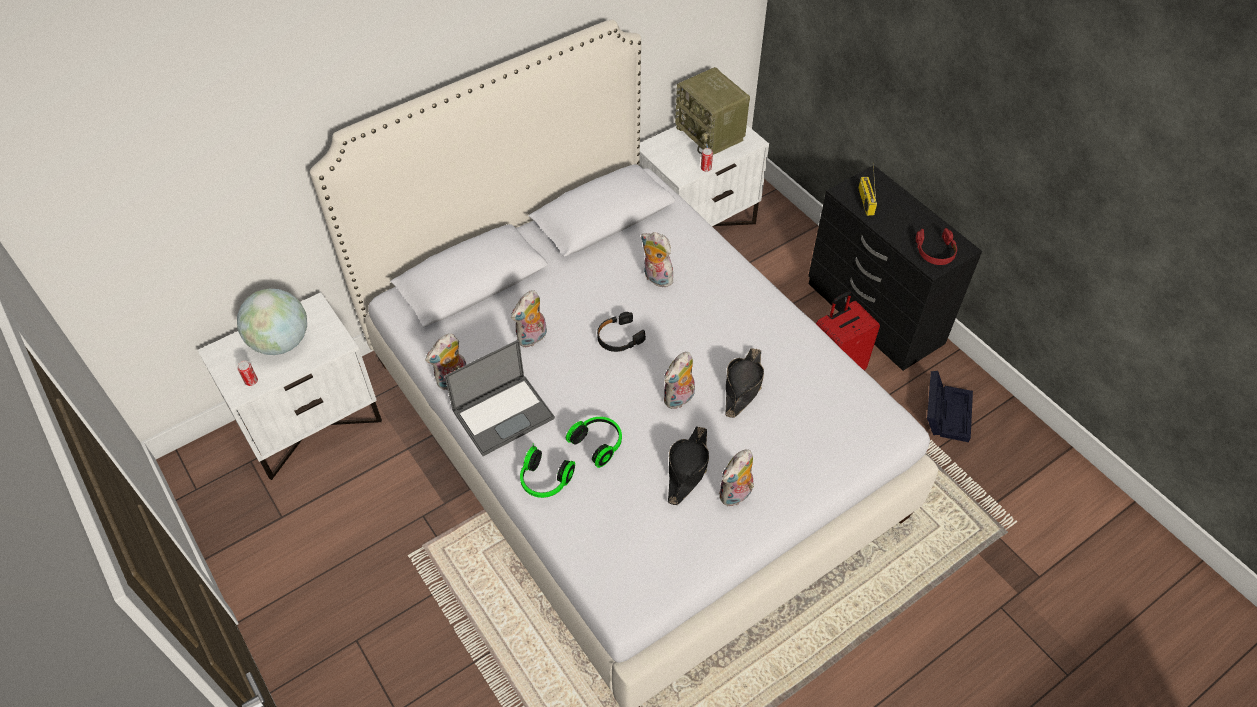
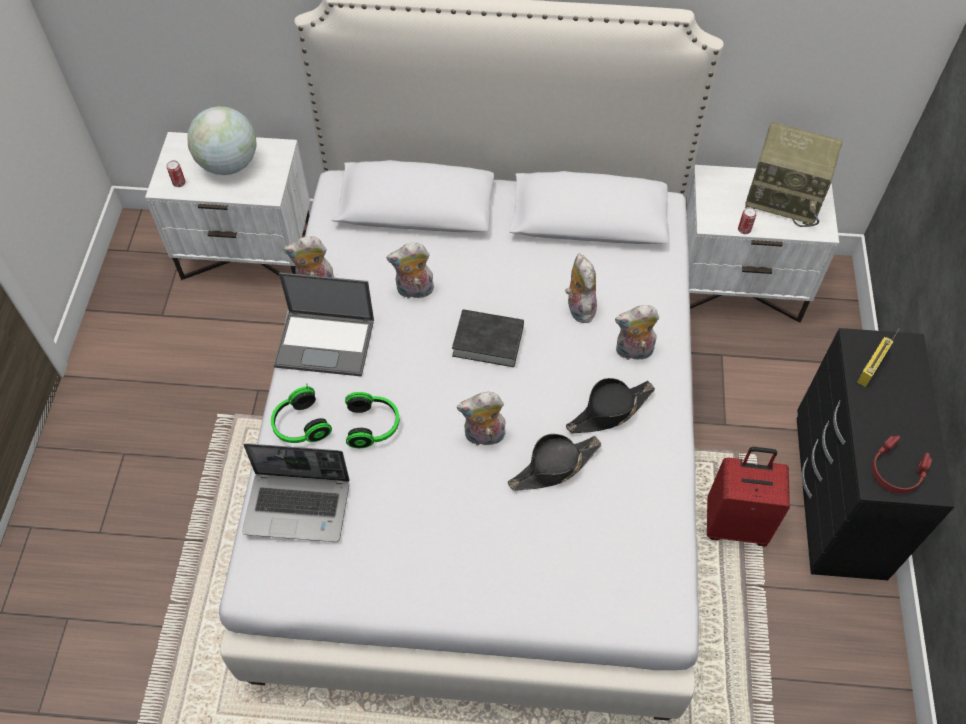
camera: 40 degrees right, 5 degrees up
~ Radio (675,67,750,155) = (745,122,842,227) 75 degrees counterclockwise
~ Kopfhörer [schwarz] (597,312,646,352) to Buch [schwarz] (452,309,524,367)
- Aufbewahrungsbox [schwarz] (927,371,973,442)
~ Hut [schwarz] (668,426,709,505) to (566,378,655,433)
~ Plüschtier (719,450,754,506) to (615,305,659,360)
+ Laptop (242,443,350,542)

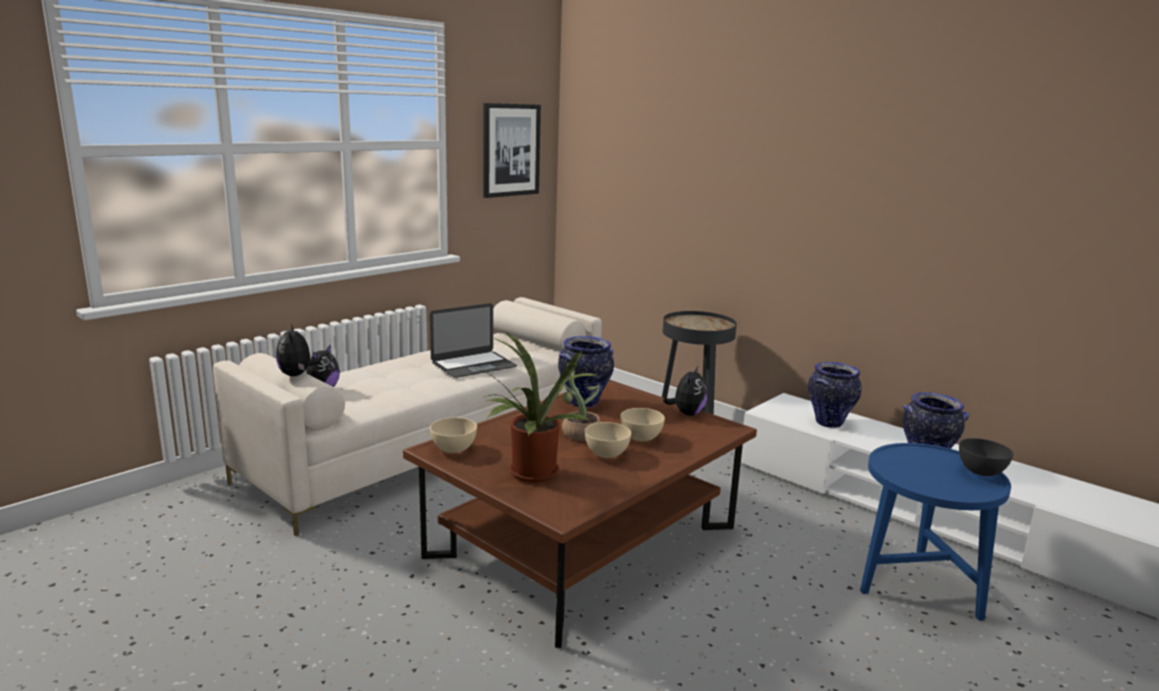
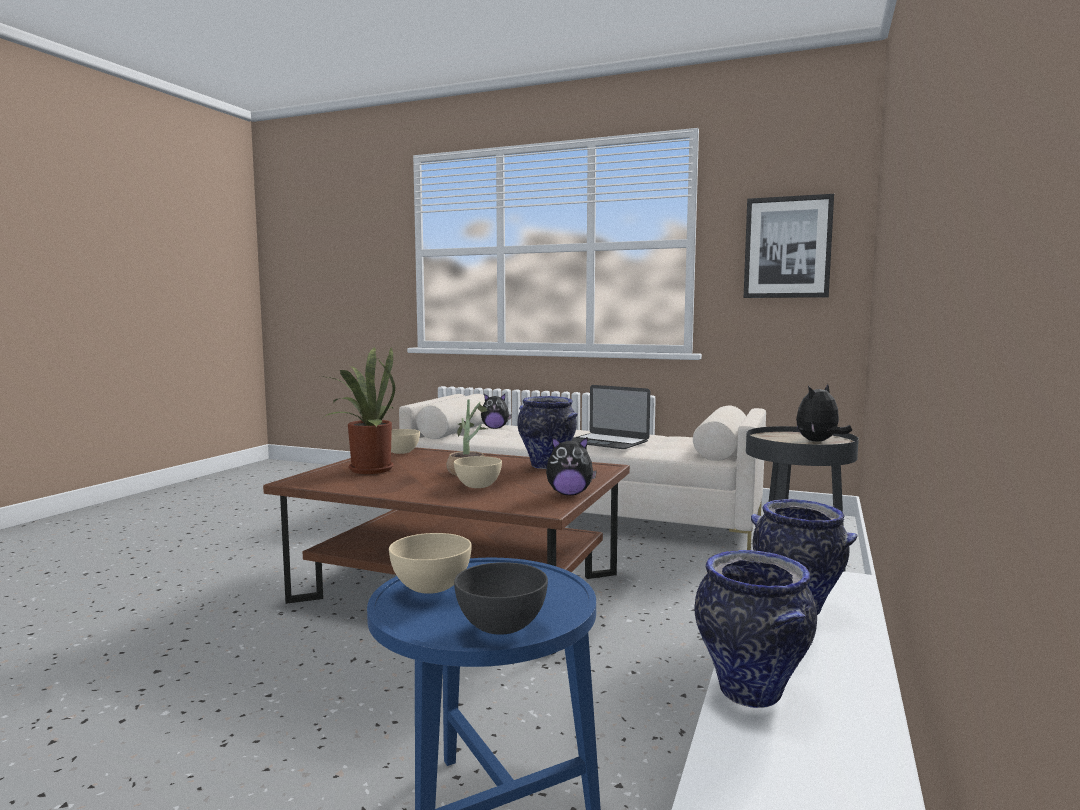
camera: 70 degrees right, 10 degrees down
~ Plüschtier (276,324,322,376) to (796,384,852,442)
~ Schüssel [beige] (585,422,631,458) to (389,533,472,594)

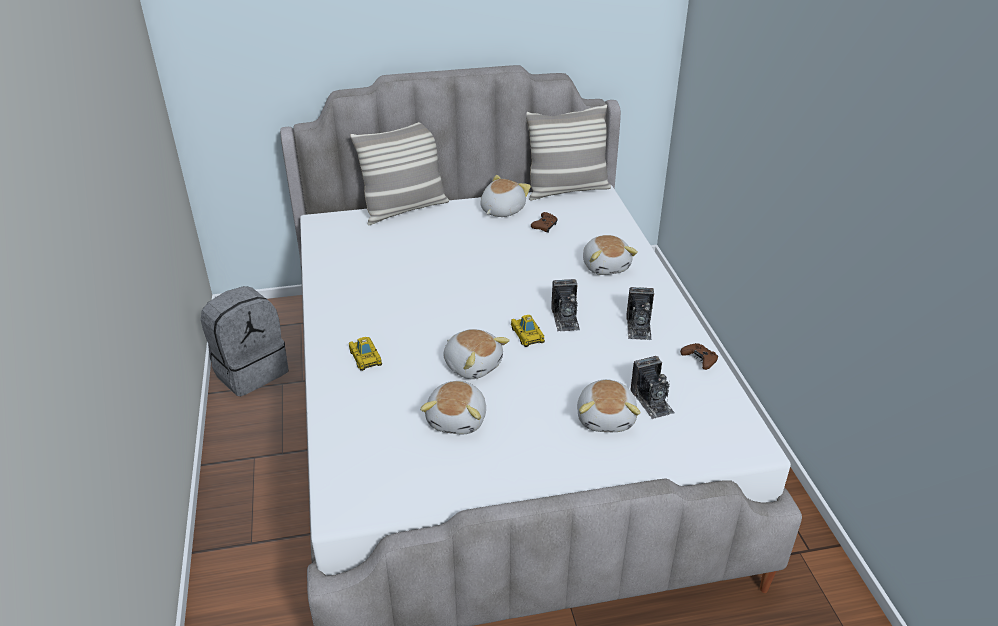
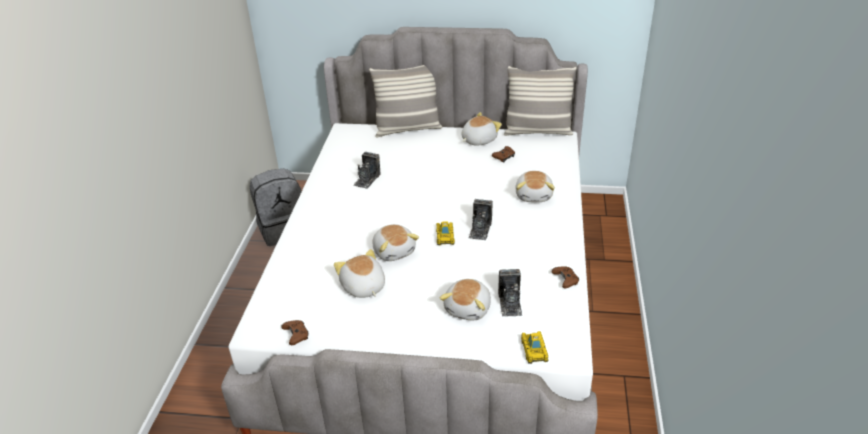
camera: 20 degrees right, 0 degrees up
~ Kamera (626,287,654,340) to (353,152,380,189)
~ Spielzeugauto (349,337,382,371) to (521,331,548,364)
~ Plüschtier (420,381,486,434) = (334,249,385,298) 120 degrees clockwise
+ Gamepad [braun] (282,320,309,345)

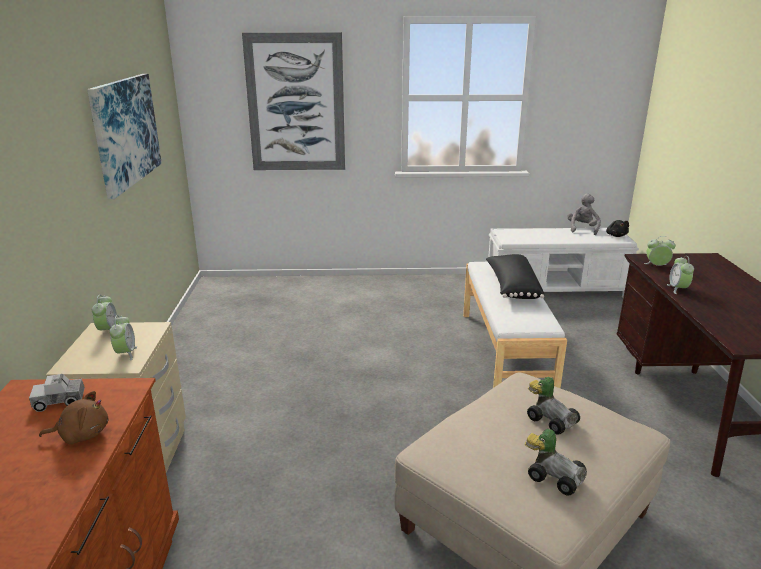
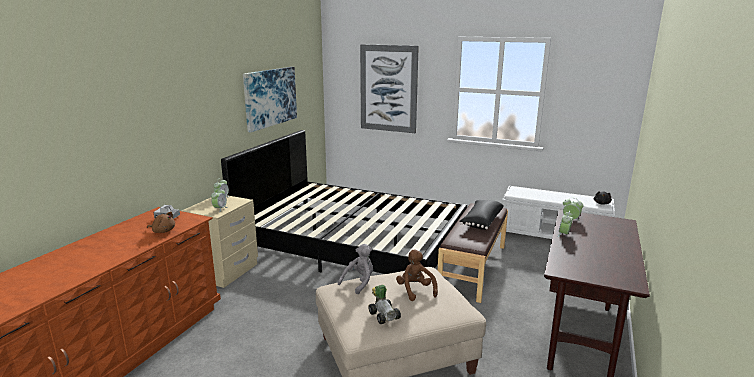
camera: 25 degrees right, 5 degrees down
~ Plüschtier [grau] (567,193,601,235) to (338,244,373,294)
~ Bank [weiß] (463,262,567,388) to Bank [braun] (438,203,508,303)
~ Spielzeugauto (527,377,580,435) to Plüschtier [braun] (396,250,438,301)
+ Bett [schwarz] (221,130,467,274)

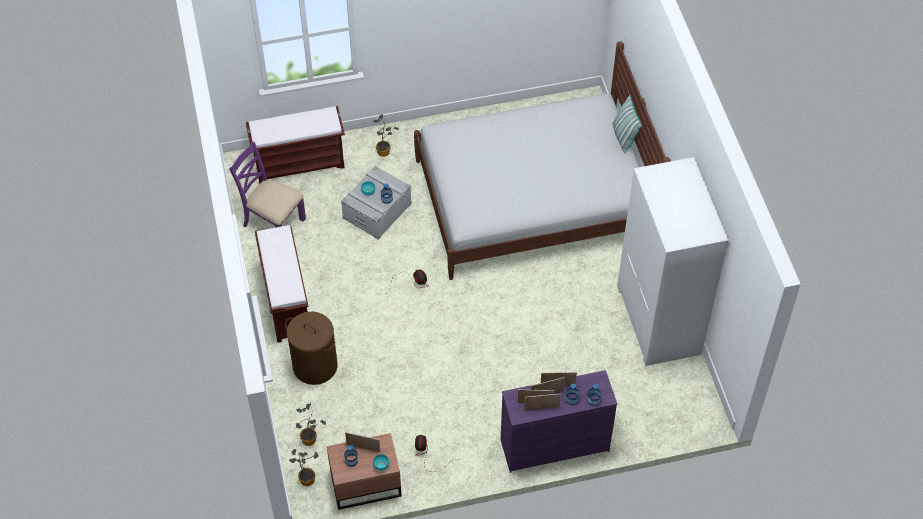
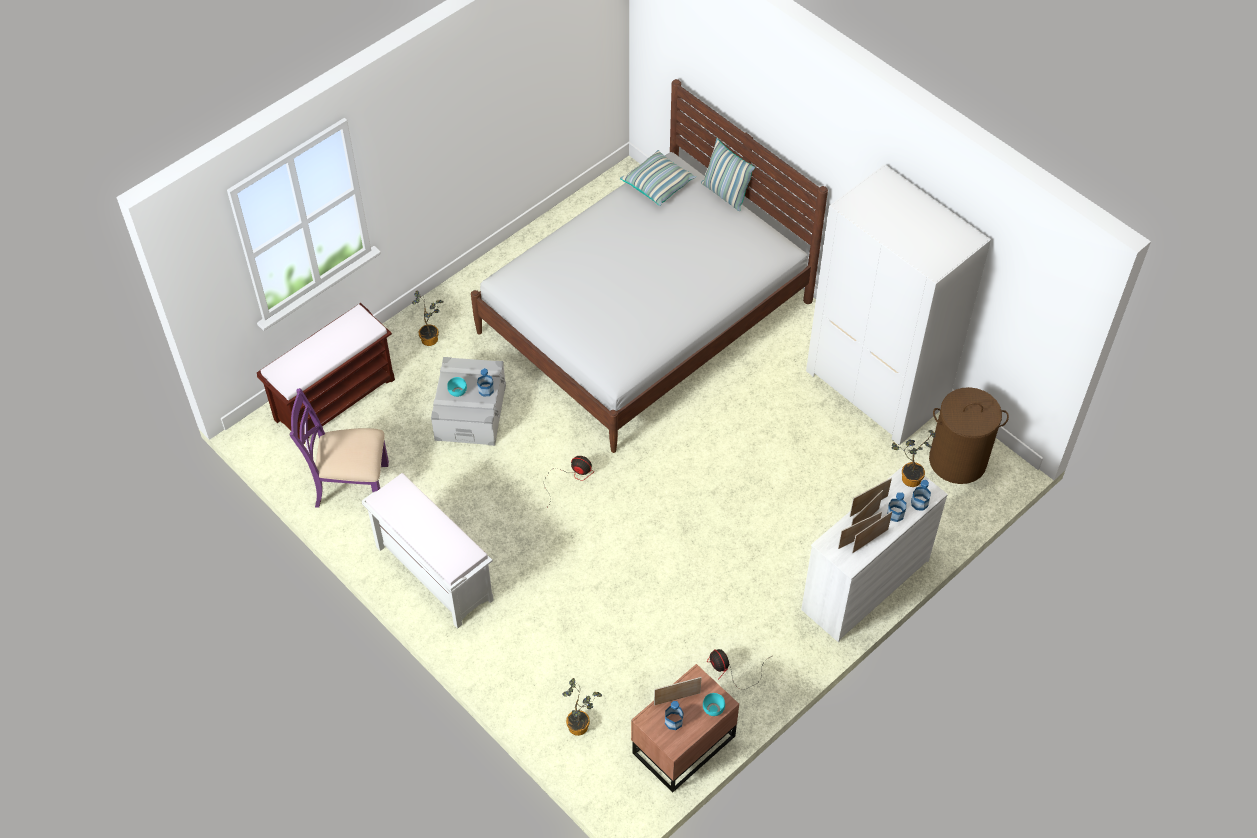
camera: 30 degrees left, 0 degrees up
~ Bank [braun] (255,225,309,343) to Bank [weiß] (362,473,494,629)
~ Wäschekorb [braun] (285,312,338,385) to (929,387,1009,484)
~ Kommode [lila] (501,370,617,473) to Kommode [weiß] (801,462,948,642)
~ Topfpflanze (289,449,319,486) to (892,430,936,487)
+ Kissen (620,150,696,206)

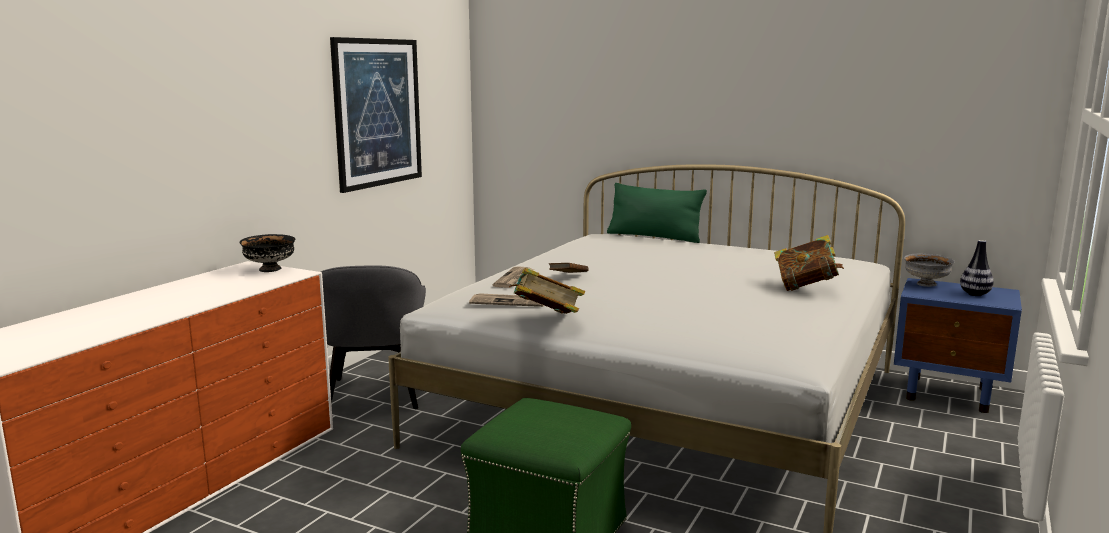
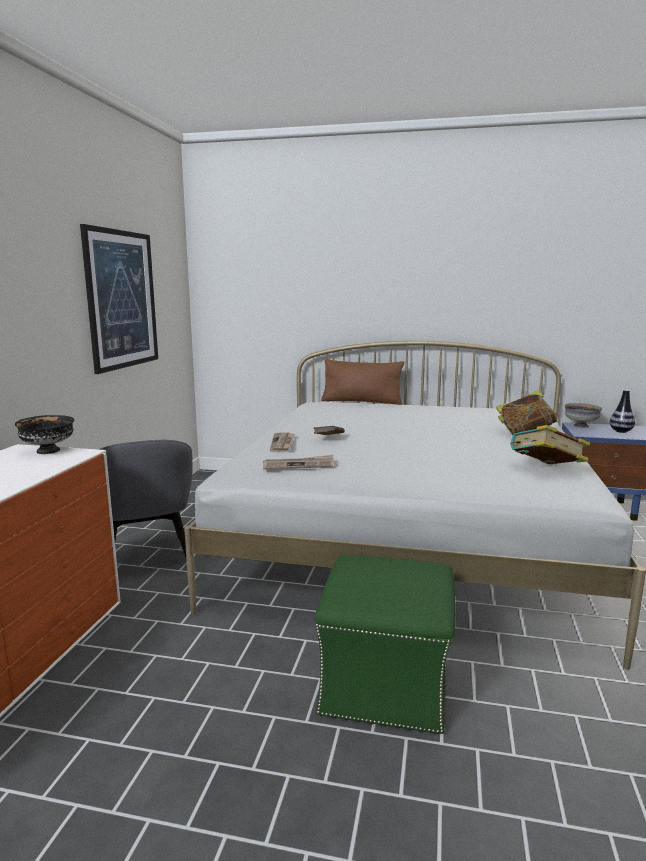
camera: 15 degrees left, 0 degrees up
~ Kissen [grün] (607,183,707,243) to Kissen [braun] (321,359,404,405)
~ Buch (509,268,585,314) to (510,425,590,464)

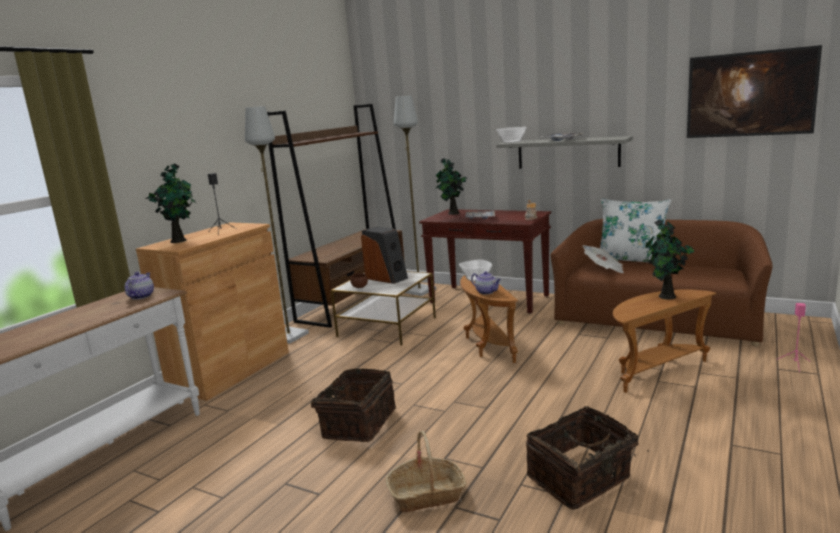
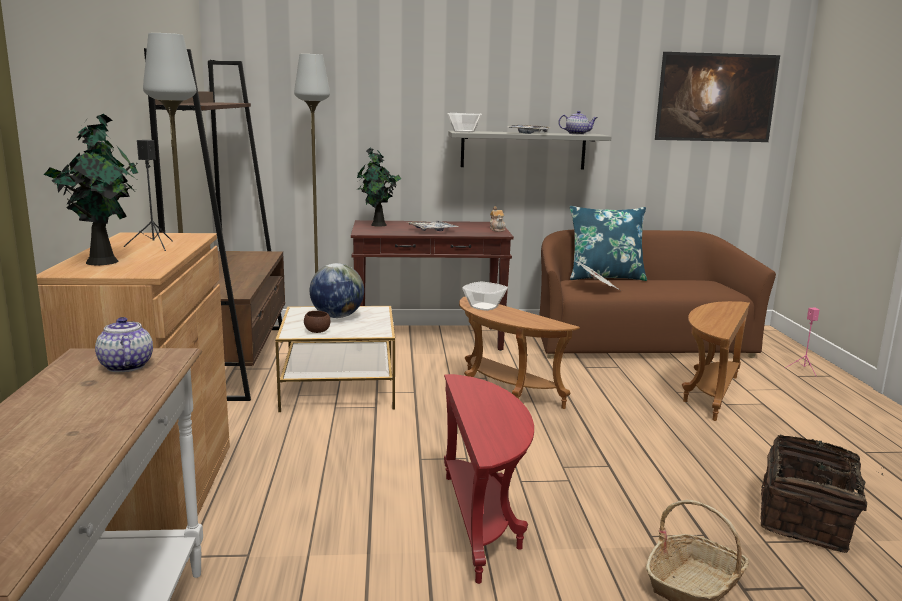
camera: 35 degrees left, 0 degrees up
~ Kissen [weiß] (600,199,671,263) to Kissen [blau] (570,206,647,281)
- Topfpflanze (642,219,695,299)
~ Lautsprecher (361,227,408,284) to Globus (310,263,364,318)
~ Teekanne (471,271,501,295) to (558,111,597,135)
~ Korb (311,368,396,442) to Beistelltisch [rot] (444,374,534,584)

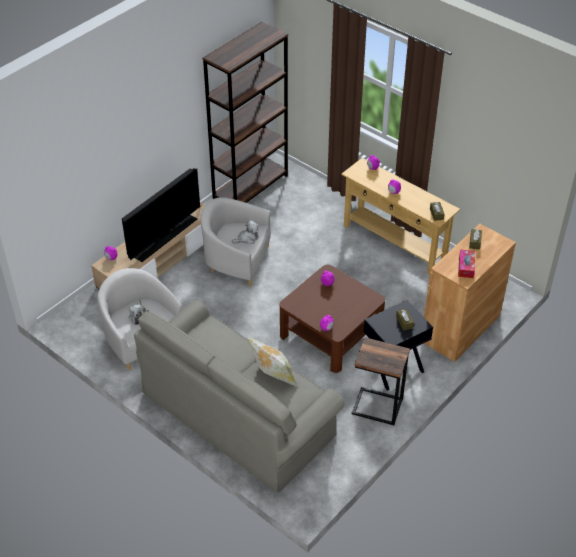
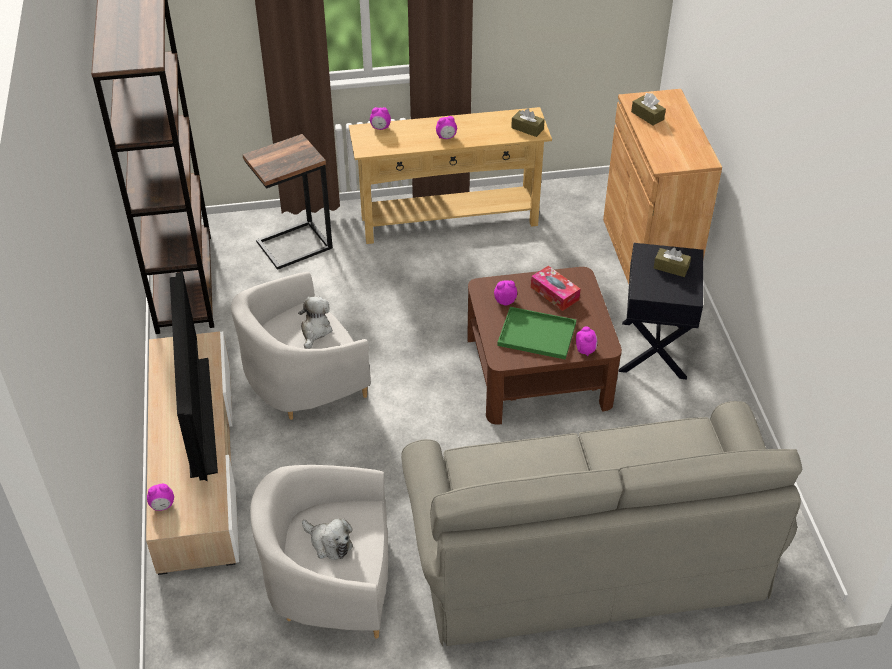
camera: 50 degrees left, 0 degrees up
~ Taschentuchbox (458,250,476,278) to (531,266,580,311)
- Kissen (247,337,298,387)
~ Beistelltisch (352,337,410,425) to (243,134,333,270)
+ Tablett [grün] (497,307,576,360)

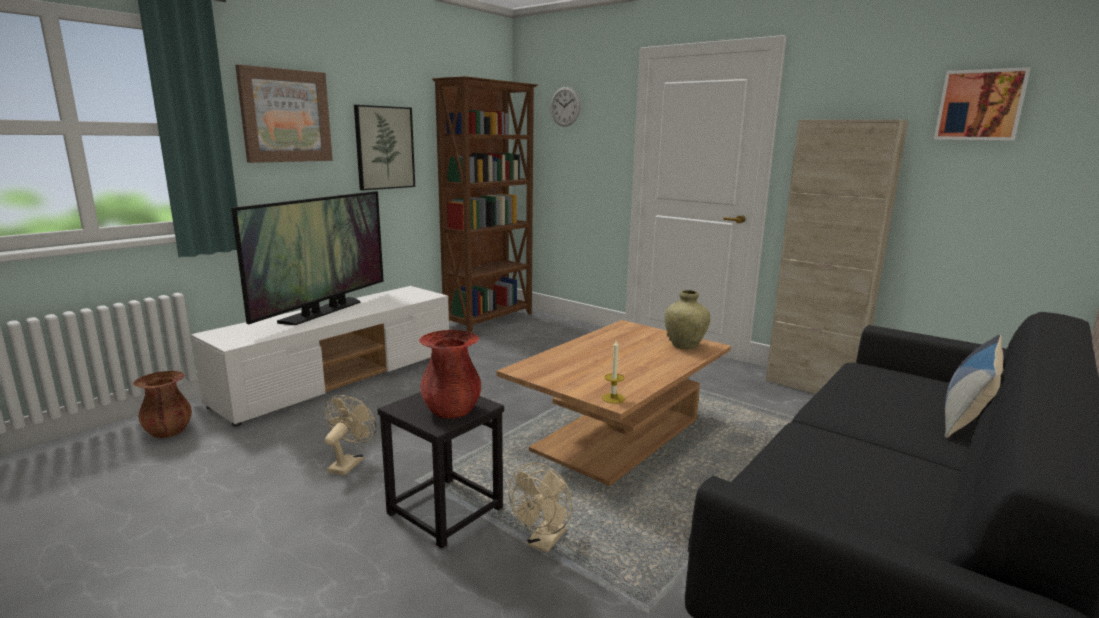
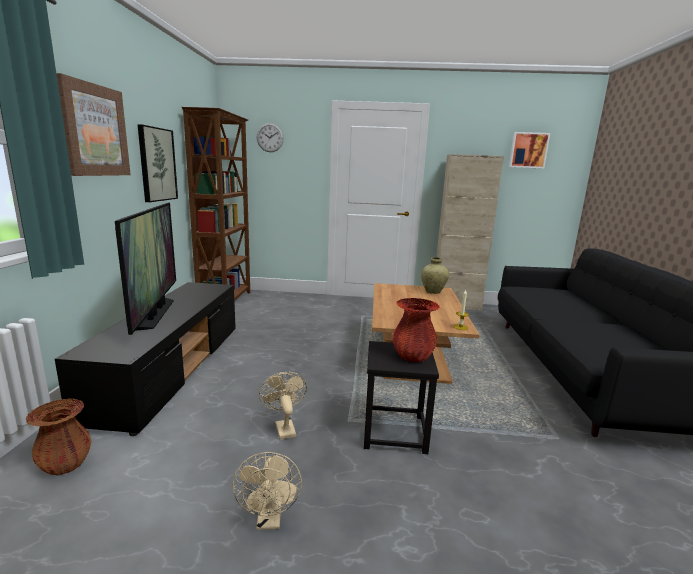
camera: 35 degrees left, 0 degrees up
~ Fernsehschrank [weiß] (191,286,449,427) to Fernsehschrank [schwarz] (55,282,236,436)
- Kissen (945,334,1003,438)
~ Ventilator [beige] (509,463,572,553) to (233,452,302,530)

